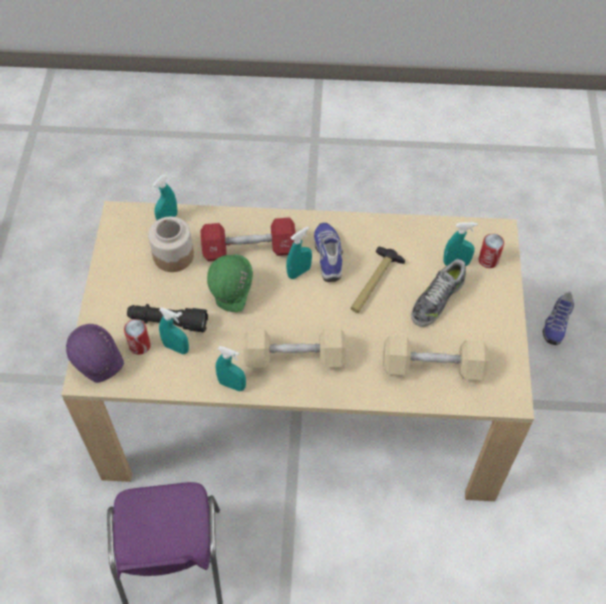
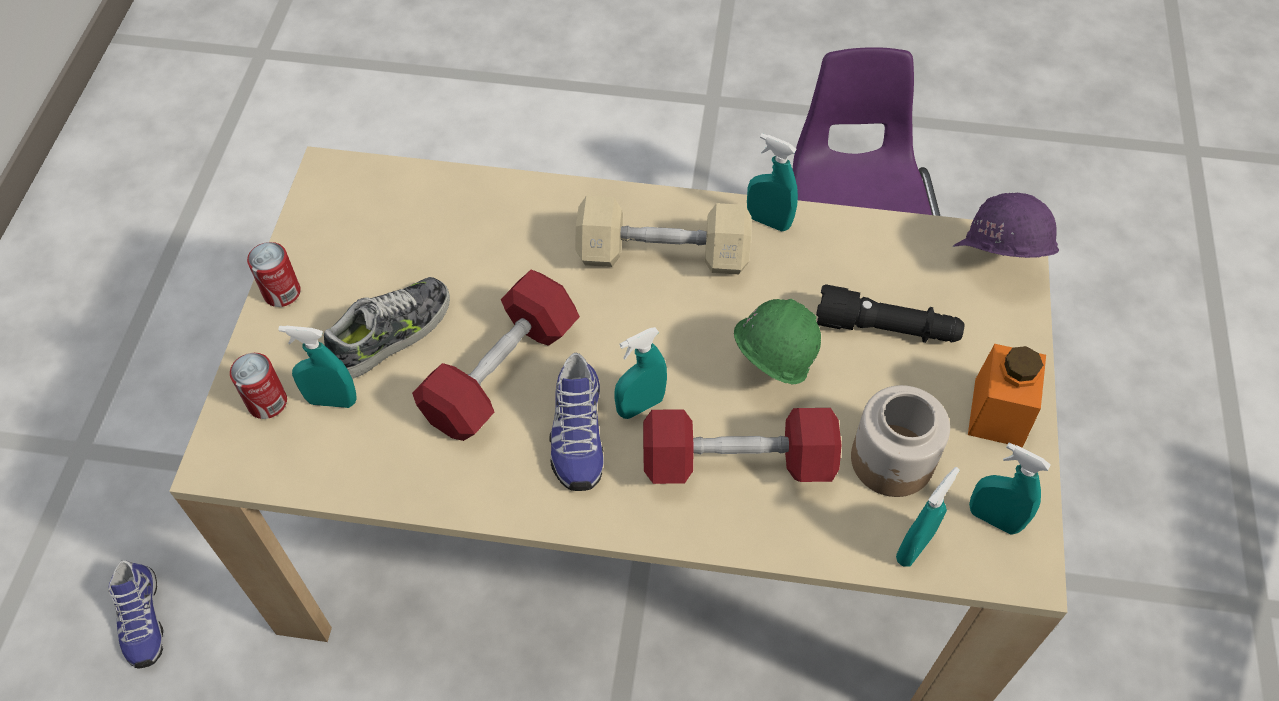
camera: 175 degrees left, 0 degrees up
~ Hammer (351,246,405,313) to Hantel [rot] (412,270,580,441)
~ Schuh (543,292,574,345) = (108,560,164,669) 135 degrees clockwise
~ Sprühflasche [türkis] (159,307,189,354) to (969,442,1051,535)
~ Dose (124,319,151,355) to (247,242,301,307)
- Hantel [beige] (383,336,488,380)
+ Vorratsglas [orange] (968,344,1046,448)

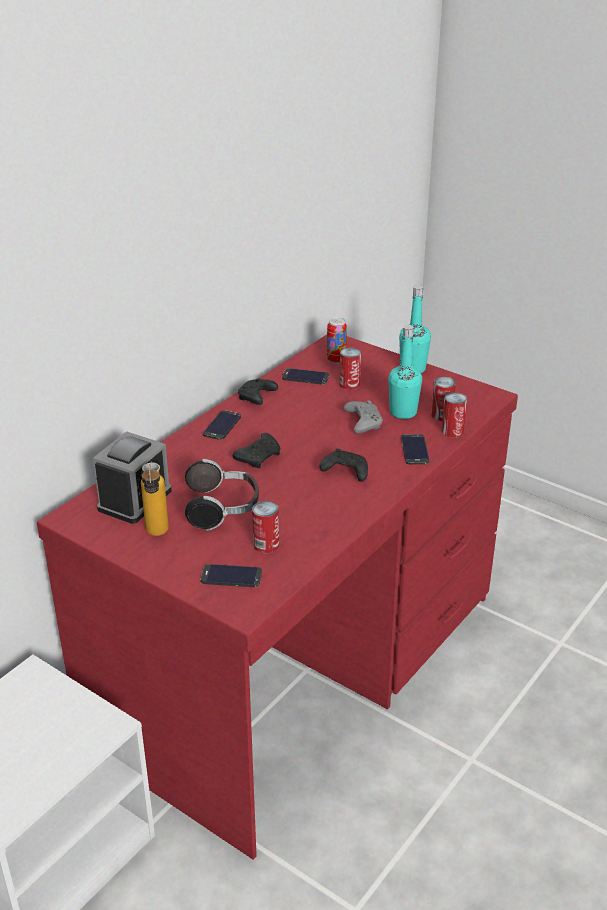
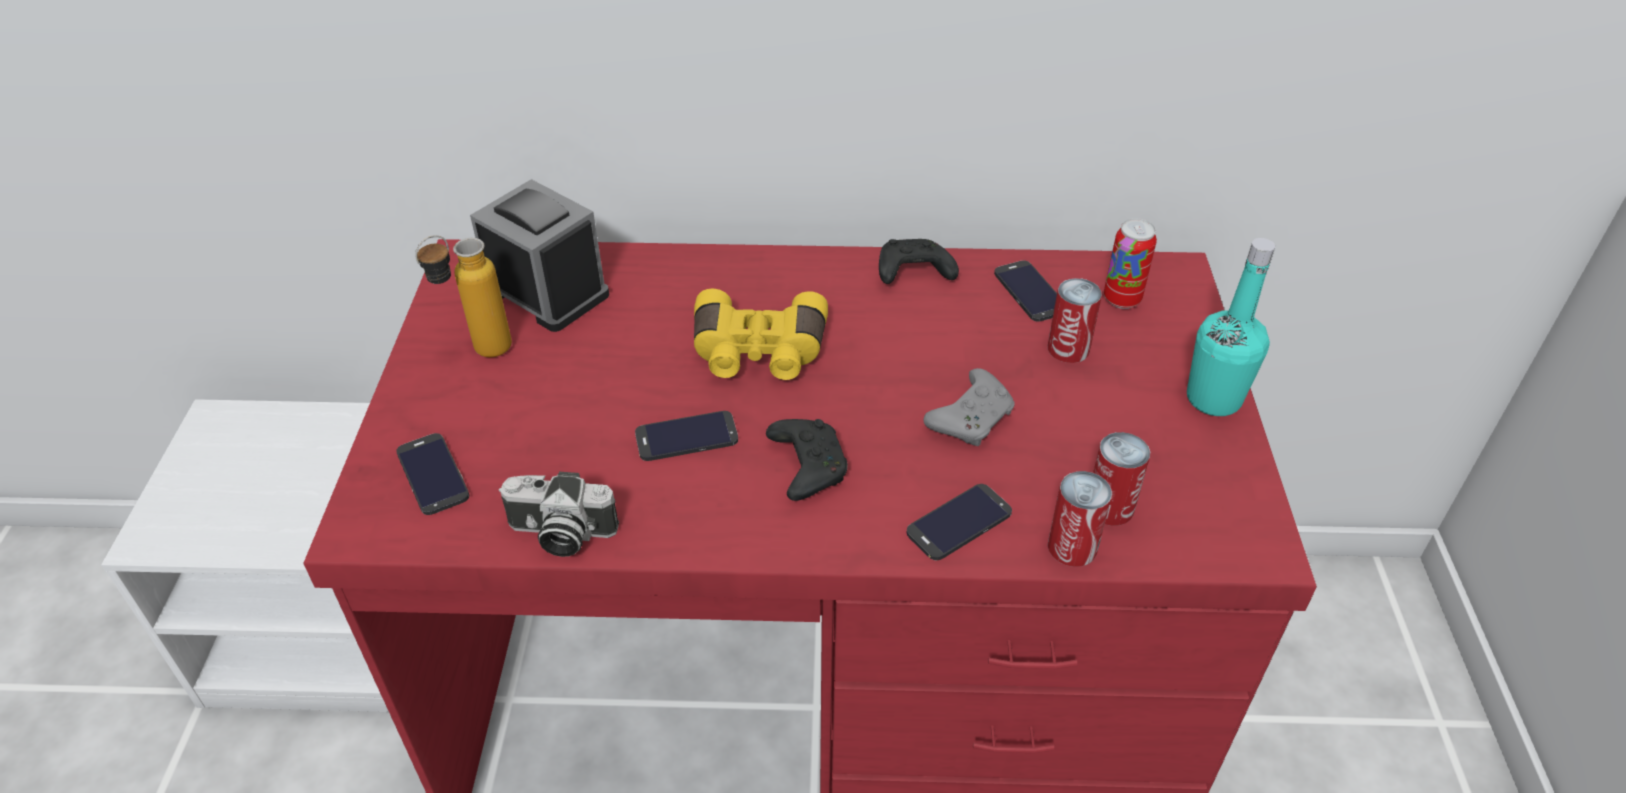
camera: 55 degrees right, 10 degrees up
- Flasche [türkis] (388,325,422,419)
~ Handy (203,410,241,440) to (635,411,738,461)
~ Wecker (93,431,172,524) = (470,179,609,332) 135 degrees counterclockwise
~ Gamepad [schwarz] (233,433,280,468) to Fernglas [gelb] (694,289,828,380)
- Kopfhörer (185,459,259,531)
- Dose (252,501,279,553)
+ Kamera (499,472,619,557)

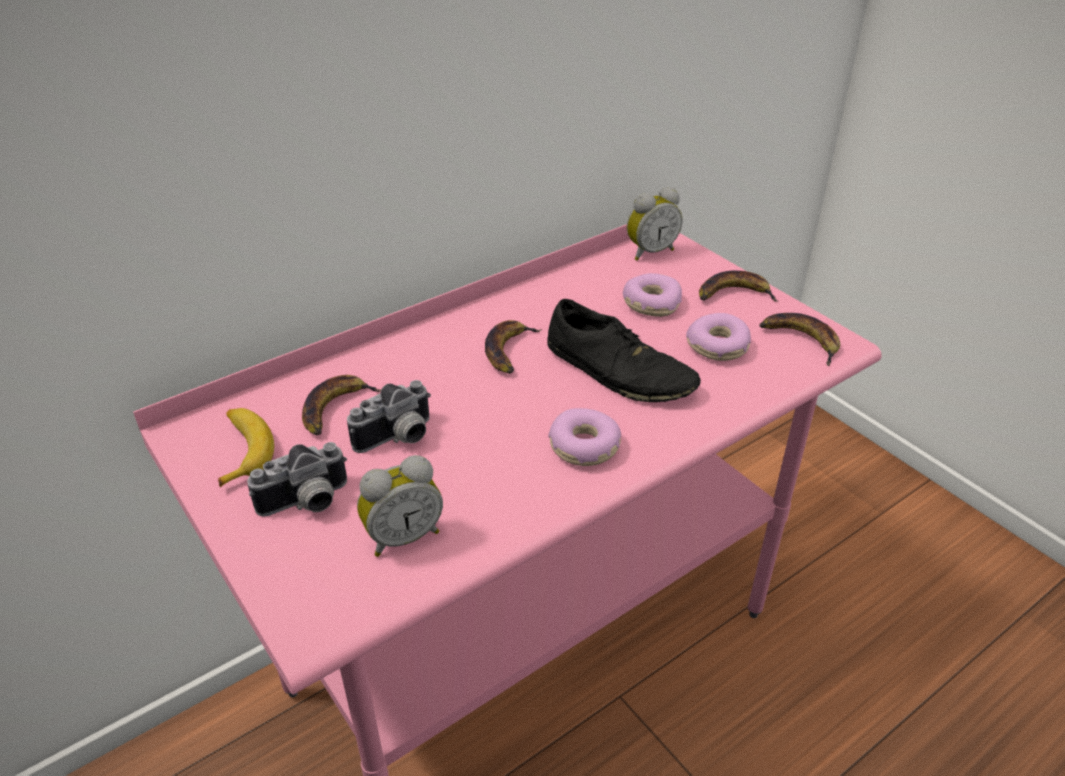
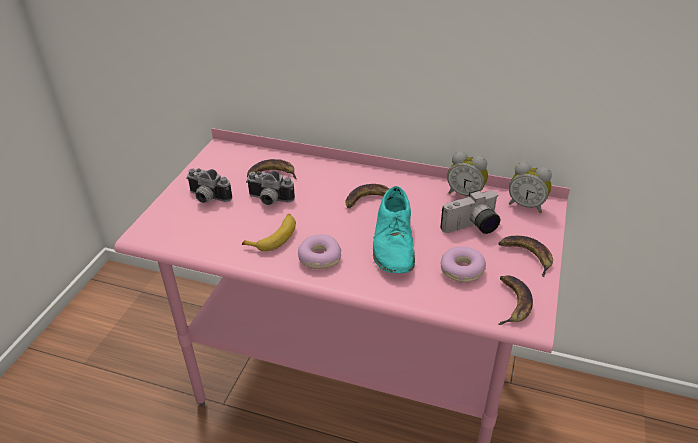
camera: 55 degrees right, 0 degrees up
~ Donut (623,273,682,317) to Kamera (440,190,500,234)
~ Schuh [schwarz] (547,299,701,402) to Schuh [türkis] (373,186,415,273)
~ Banane (218,408,274,487) to (242,214,296,251)
~ Wecker (357,455,443,557) to (447,151,488,196)

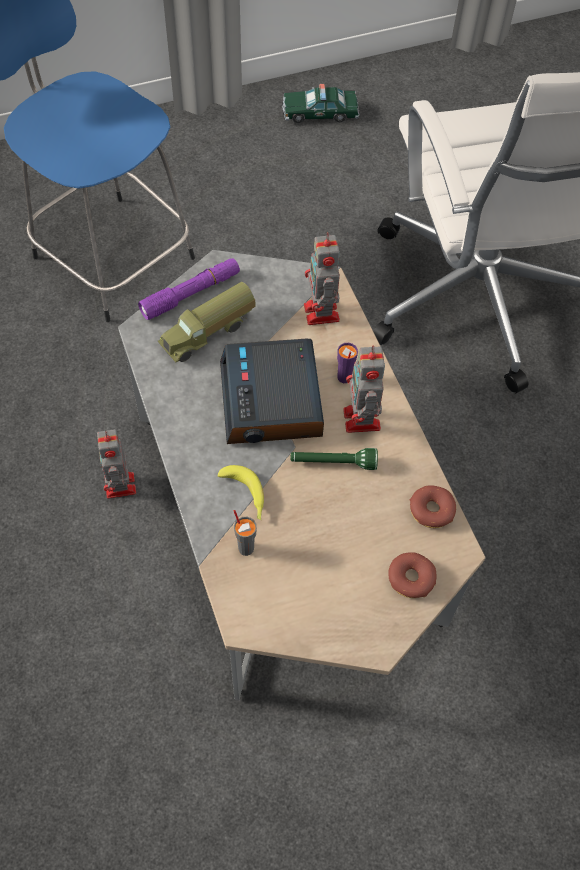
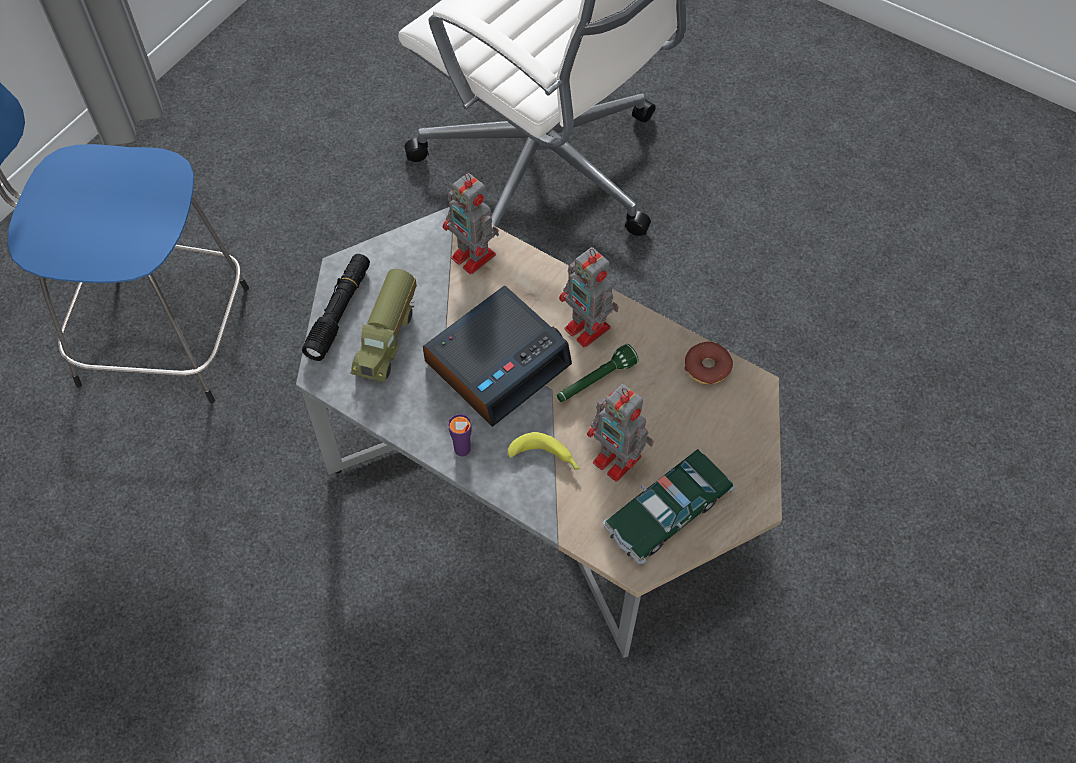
camera: 35 degrees left, 0 degrees up
~ Spielzeugauto (282,84,360,123) to (603,449,735,565)
~ Taschenlampe [lila] (138,258,240,320) to Taschenlampe [schwarz] (302,254,370,361)
~ Wecker (220,339,324,444) = (423,286,572,427) 90 degrees counterclockwise
~ Tasse [lila] (337,343,358,383) to (448,414,471,456)
~ Spielzeugroboter (97,429,136,499) to (587,384,654,482)
- Tasse [grau] (234,510,257,556)
- Donut (388,552,436,598)

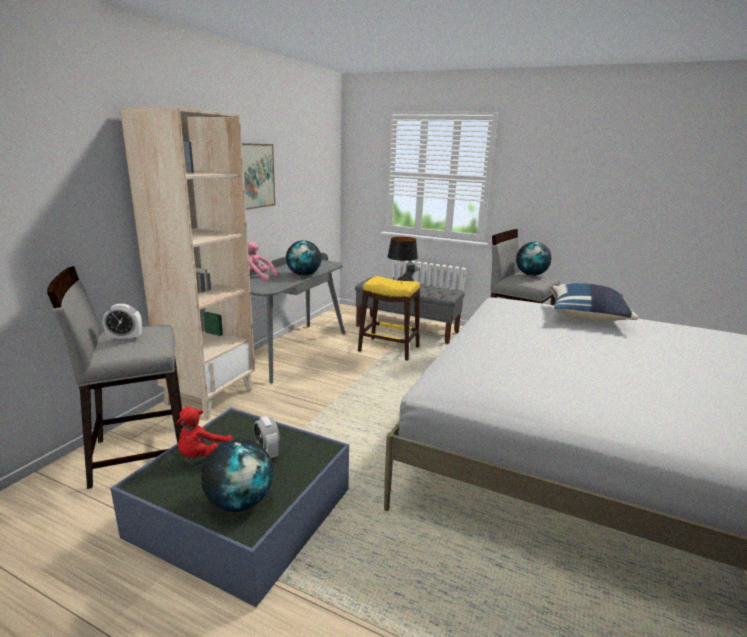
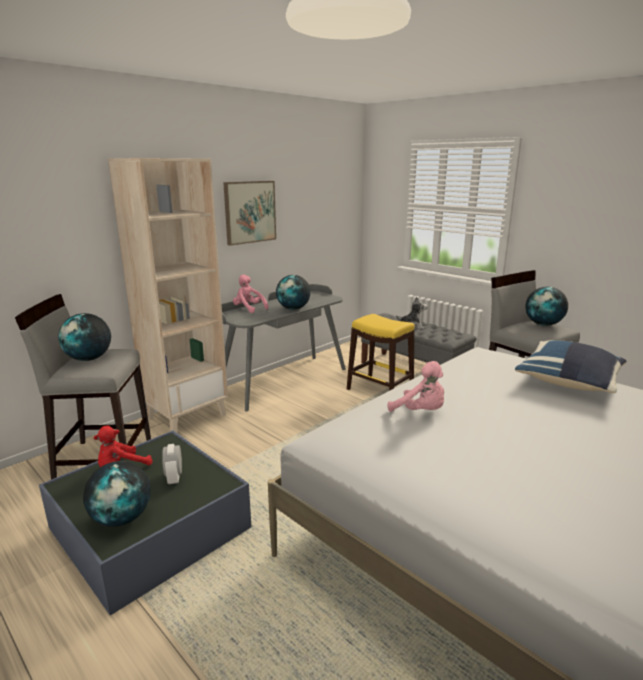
camera: 20 degrees right, 0 degrees up
- Tischlampe [schwarz] (387,237,418,283)
~ Wecker (103,304,142,341) to Globus (58,313,111,361)
+ Plüschtier [rosa] (388,361,444,412)

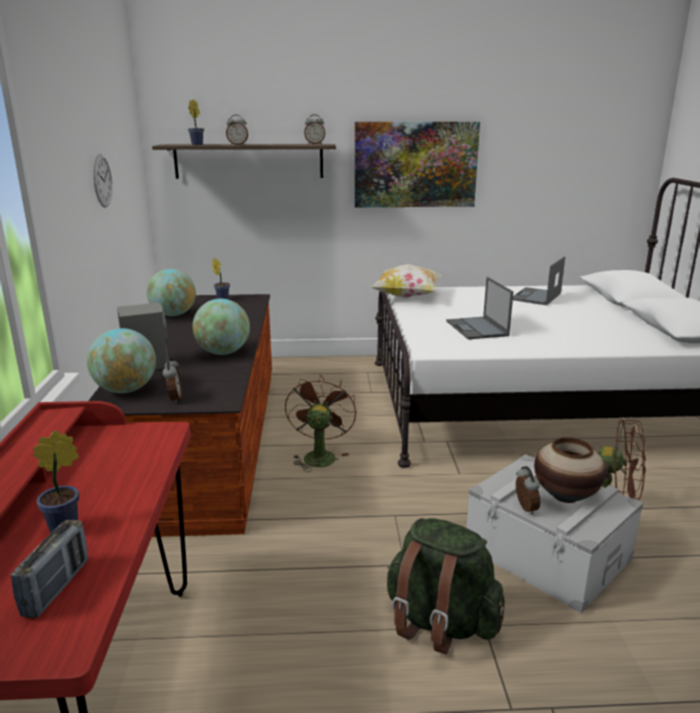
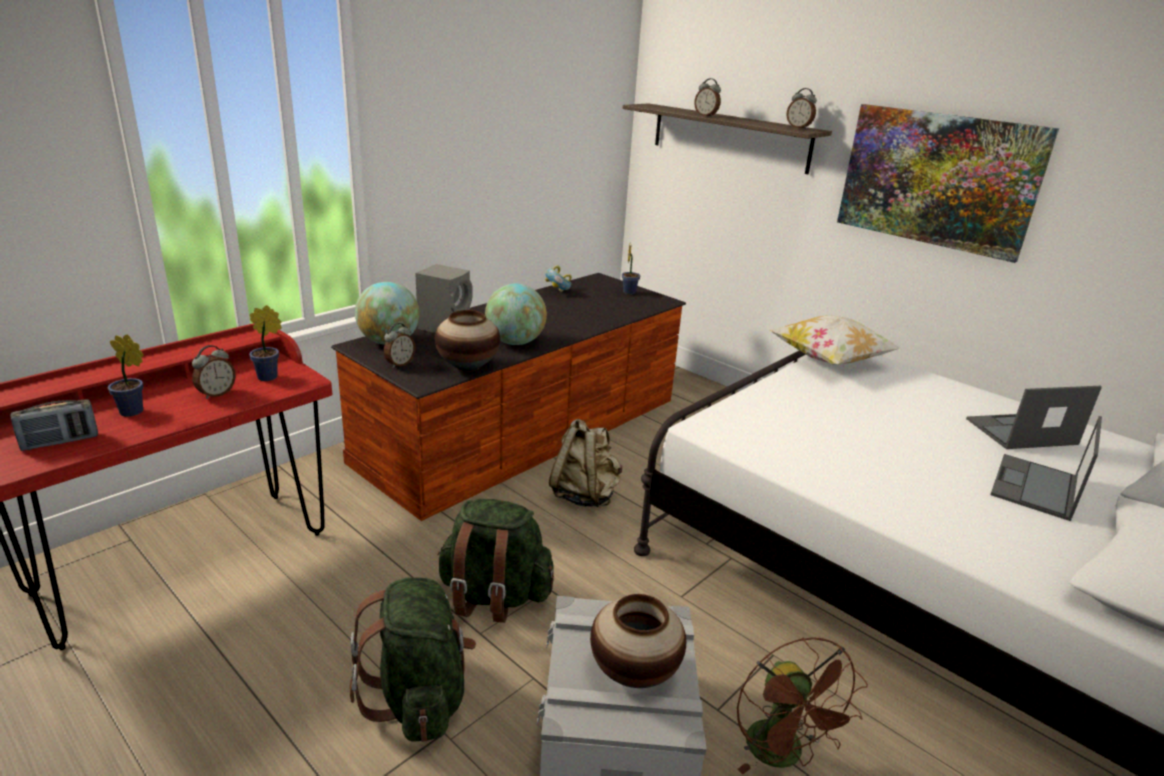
camera: 45 degrees right, 5 degrees up
~ Topfpflanze (188,99,204,145) to (249,305,282,381)
- Wanduhr (93,154,113,207)
~ Globus (147,269,196,316) to Schüssel (545,265,572,292)
~ Laptop (446,277,514,339) to (990,416,1102,521)
~ Ventilator [braun] (285,375,356,472) to Rucksack [beige] (549,418,622,507)
~ Wecker (516,466,540,515) to (192,345,236,399)
+ Vase (435,310,500,372)
+ Rucksack [grün] (437,499,554,623)

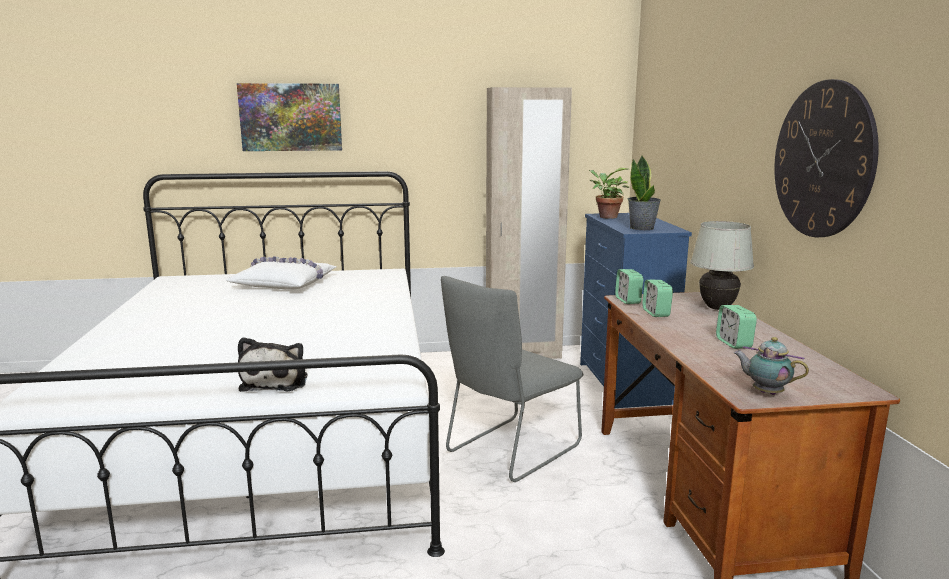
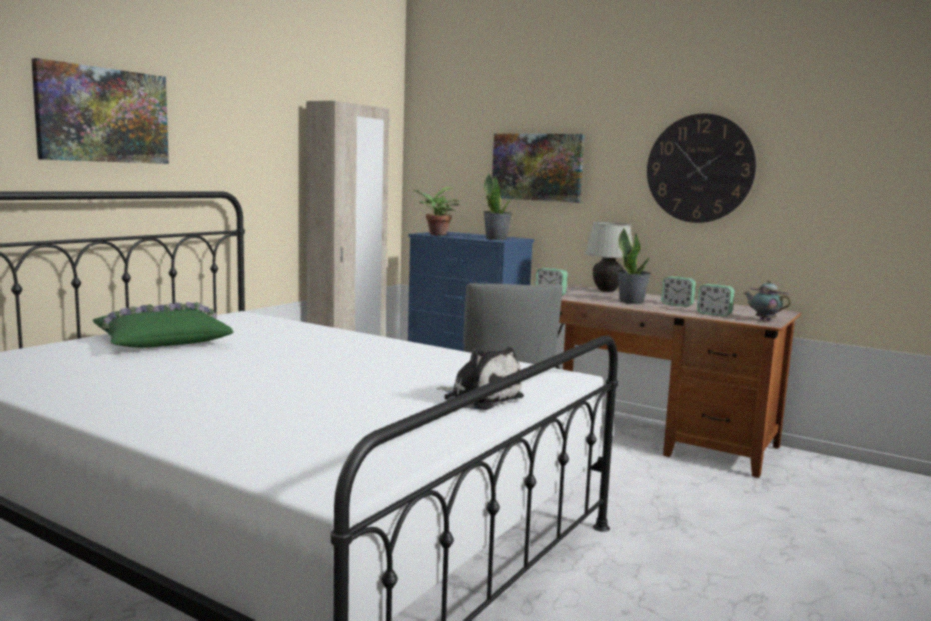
camera: 50 degrees left, 5 degrees down
~ Kissen [weiß] (226,257,336,290) to Kissen [grün] (93,302,233,348)
~ Wecker (642,280,673,317) to (697,284,734,317)
~ Teekanne (734,337,809,395) = (744,280,791,321) 60 degrees clockwise
+ Bild (492,134,585,203)
+ Topfpflanze (617,227,651,304)

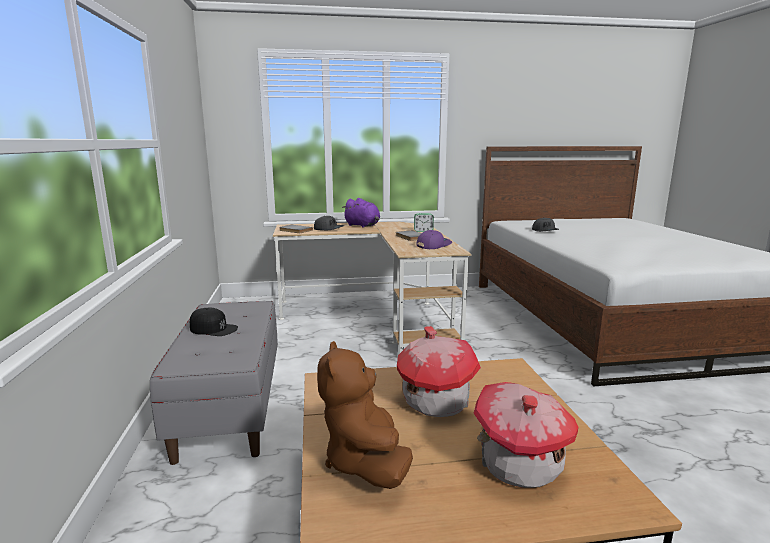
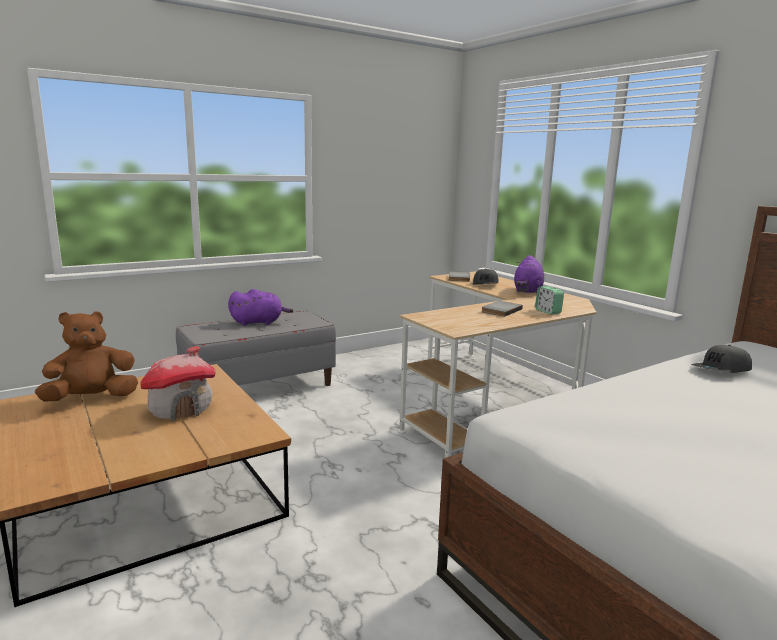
camera: 65 degrees right, 0 degrees up
- Kappe [lila] (416,230,452,249)
~ Kappe [schwarz] (190,308,238,336) to Plüschtier [lila] (228,289,293,326)
- Spielzeughaus (473,382,579,488)

